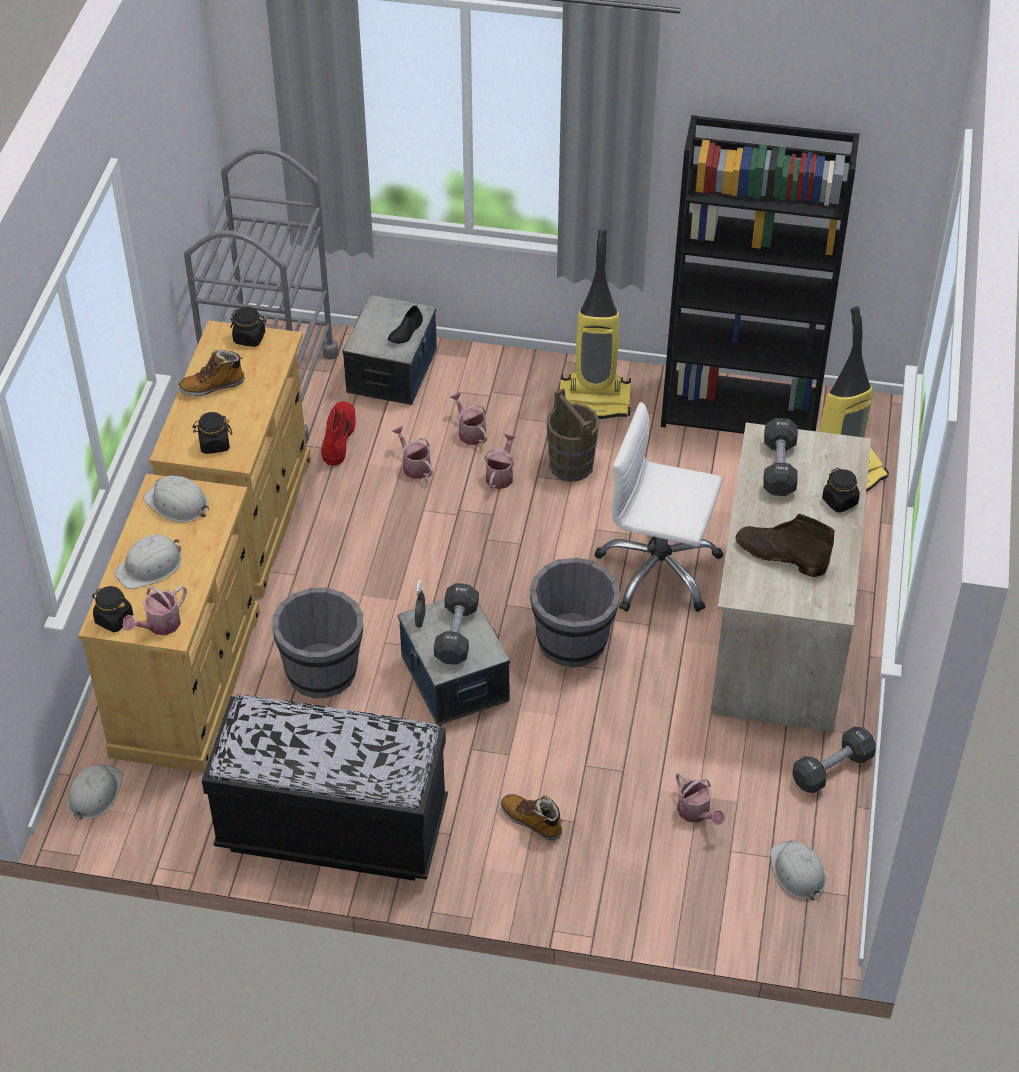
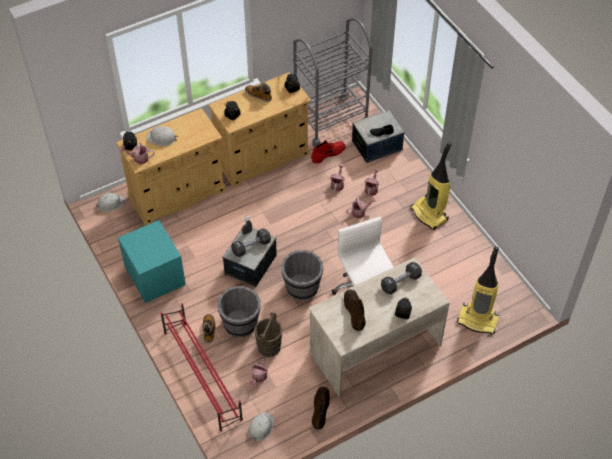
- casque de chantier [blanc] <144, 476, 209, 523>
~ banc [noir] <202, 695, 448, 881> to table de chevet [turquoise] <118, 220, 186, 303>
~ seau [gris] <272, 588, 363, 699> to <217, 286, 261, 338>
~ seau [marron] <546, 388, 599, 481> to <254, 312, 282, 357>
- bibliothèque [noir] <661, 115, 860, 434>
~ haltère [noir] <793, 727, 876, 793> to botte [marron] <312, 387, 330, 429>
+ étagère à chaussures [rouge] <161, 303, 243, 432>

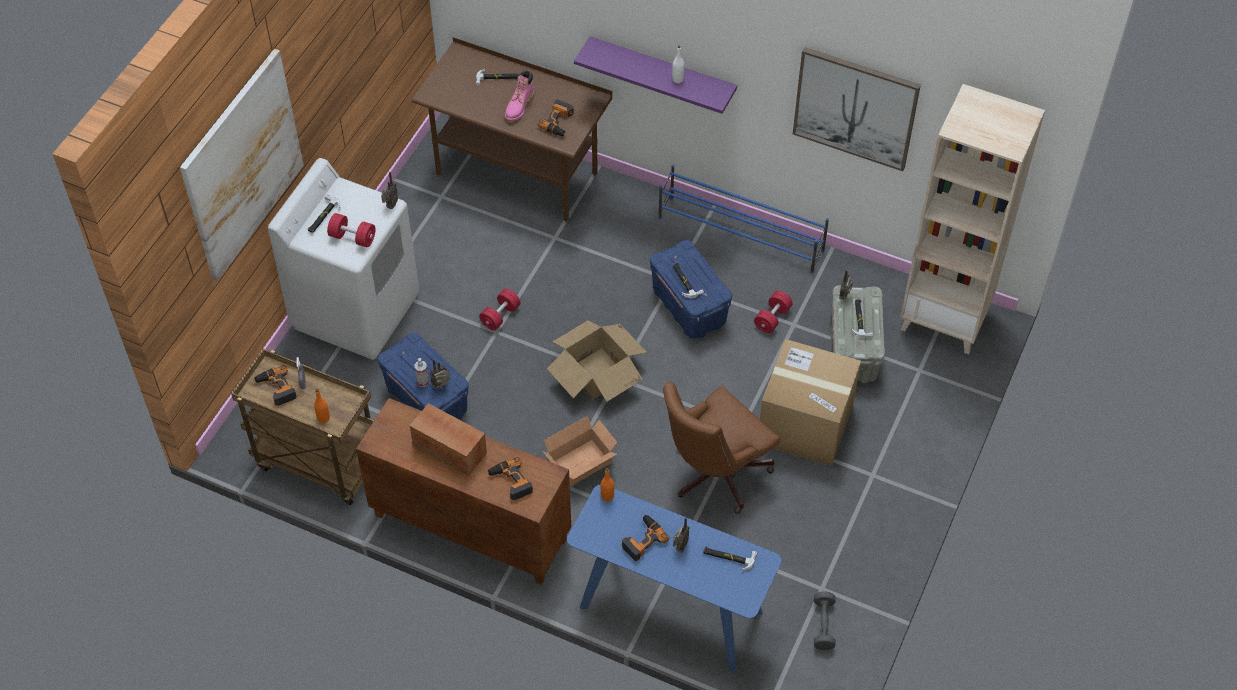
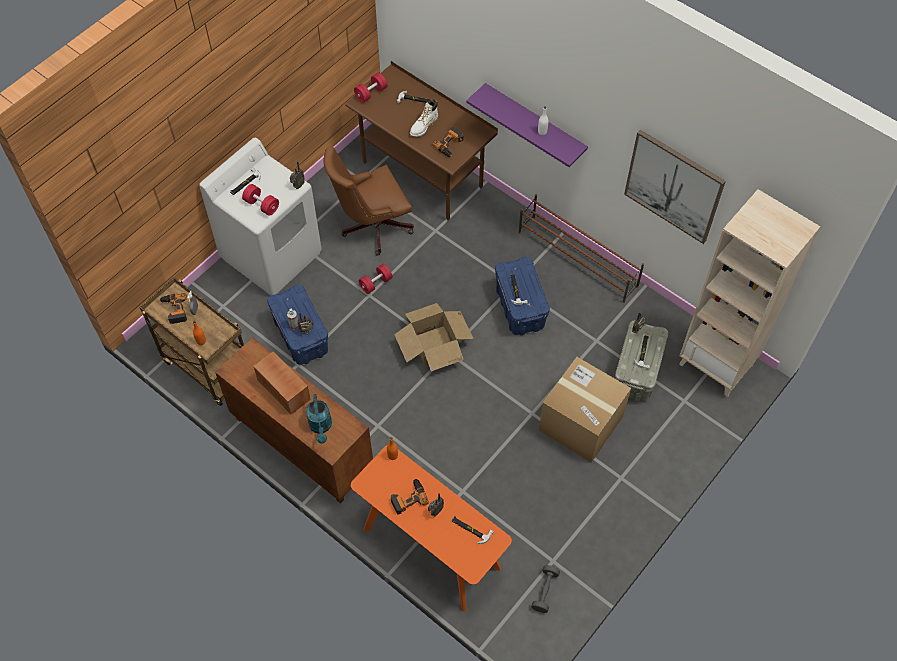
- tableau <180, 49, 304, 281>
~ perceuse <487, 457, 533, 500> to arrosoir [turquoise] <306, 394, 332, 444>
~ botte [rose] <505, 70, 534, 121> to botte [blanc] <410, 99, 438, 137>
- carton <543, 416, 617, 487>
~ table console [bleu] <567, 484, 781, 673> to table console [orange] <351, 445, 512, 612>
~ étagère à chaussures [bleu] <658, 164, 829, 274> to étagère à chaussures [marron] <518, 194, 644, 303>
~ chaise de bureau [marron] <663, 382, 779, 514> to <324, 146, 414, 256>
~ haltère [rouge] <754, 291, 793, 333> to <354, 73, 388, 103>

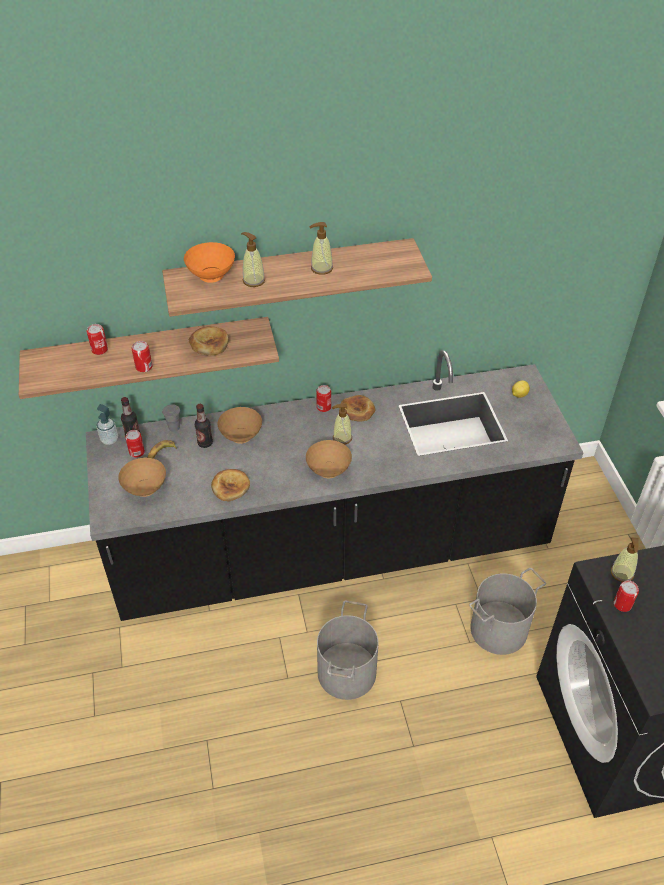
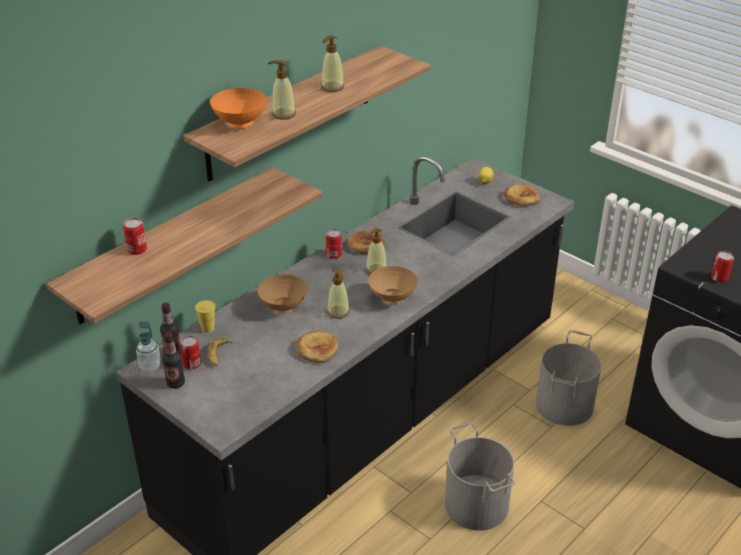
- bol [marron] <118, 457, 166, 497>
- boîte métallique <131, 341, 153, 372>
~ tasse [gris] <162, 404, 180, 432> to tasse [jaune] <195, 300, 216, 333>
~ pain <189, 326, 229, 356> to <504, 184, 540, 206>
~ bouteille <195, 404, 213, 448> to <162, 332, 185, 388>
~ distributeur de savon <611, 537, 639, 582> to <327, 269, 349, 319>

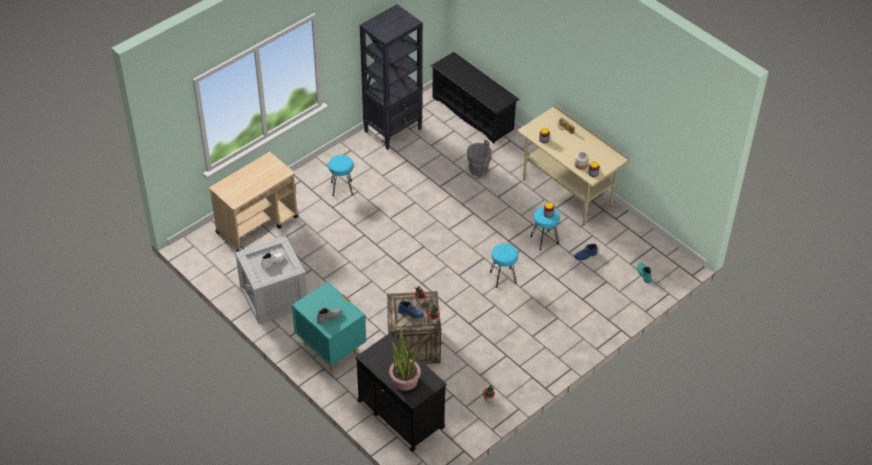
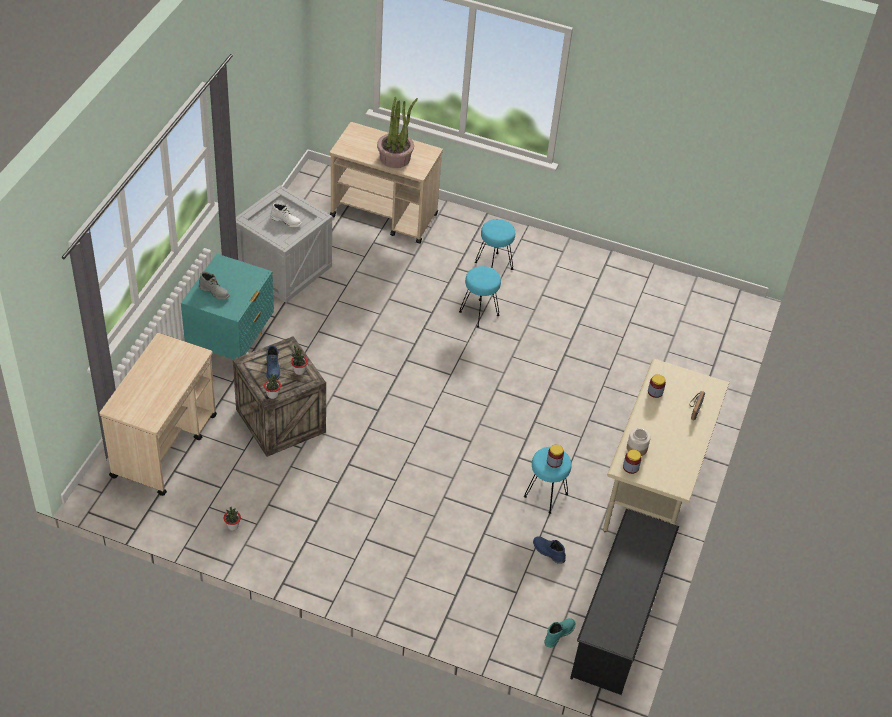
~ chariot [noir] <356, 333, 446, 452> to chariot [beige] <99, 333, 217, 496>
- bibliothèque [noir] <360, 4, 423, 150>
~ plante en pot <389, 329, 421, 391> to <377, 97, 418, 168>
~ étagère à chaussures [noir] <431, 52, 520, 143> to <570, 509, 679, 695>
- seau [gris] <467, 140, 492, 176>
~ tabouret [turquoise] <490, 243, 518, 288> to <459, 266, 501, 328>

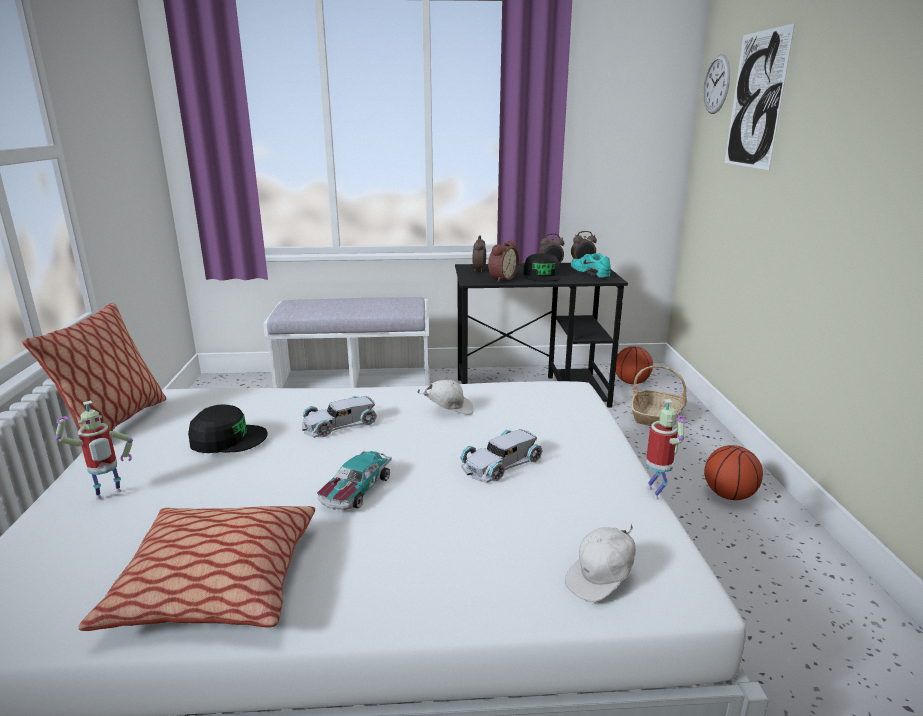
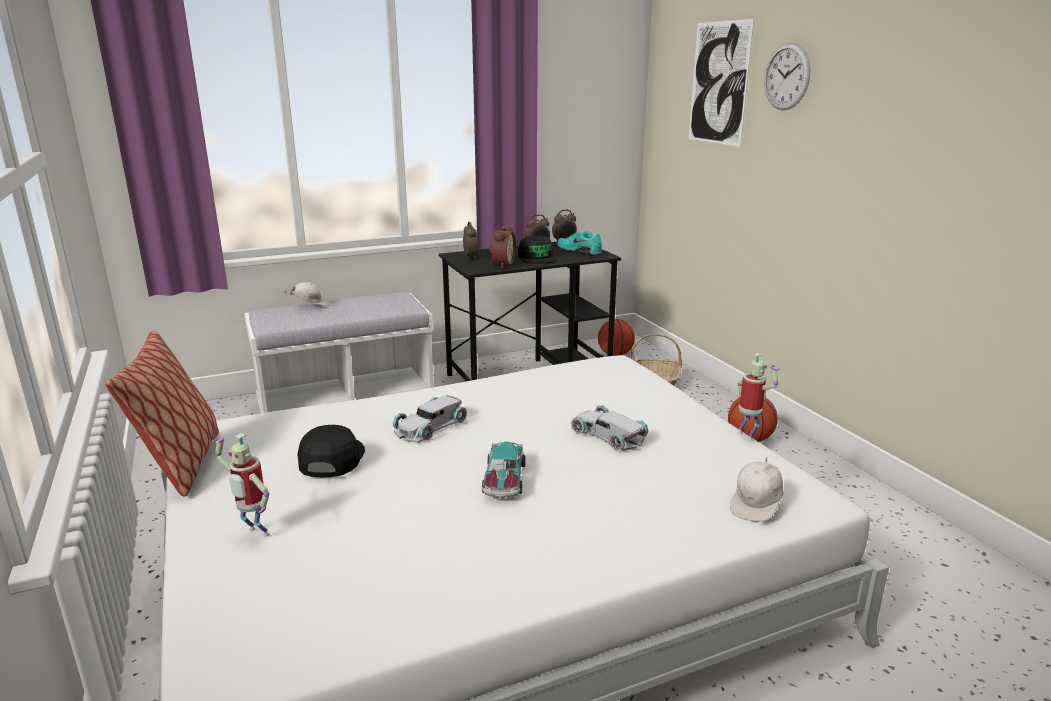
~ robot jouet <55, 401, 133, 500> = <212, 433, 270, 537> 90 degrees clockwise
- coussin <78, 506, 315, 631>
~ casquette [noir] <188, 404, 268, 453> = <297, 425, 365, 477> 60 degrees counterclockwise
~ casquette [blanc] <417, 380, 474, 415> to <284, 282, 330, 306>
~ petite voiture [blanc] <461, 429, 542, 483> = <571, 406, 649, 451> 105 degrees clockwise
~ horloge murale <703, 54, 730, 114> to <764, 43, 810, 110>

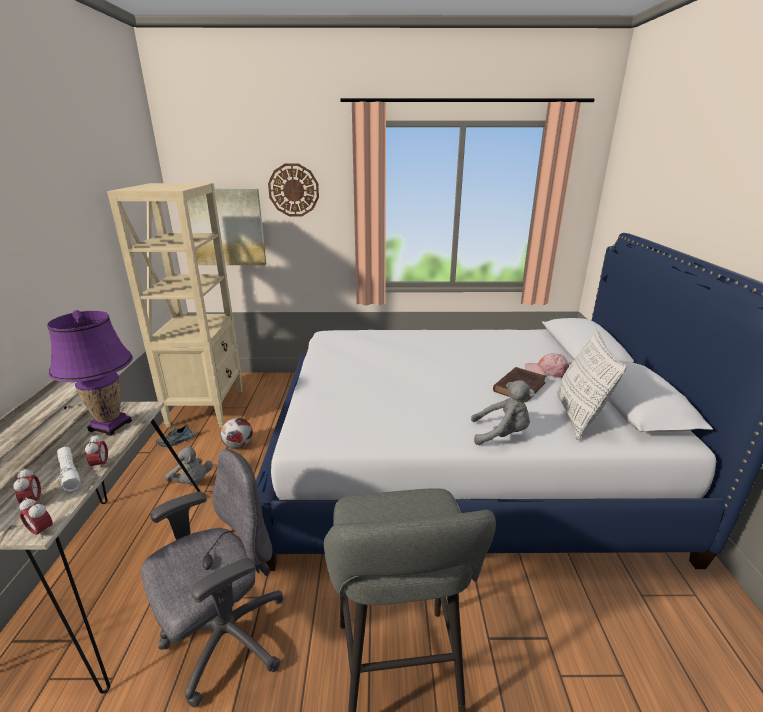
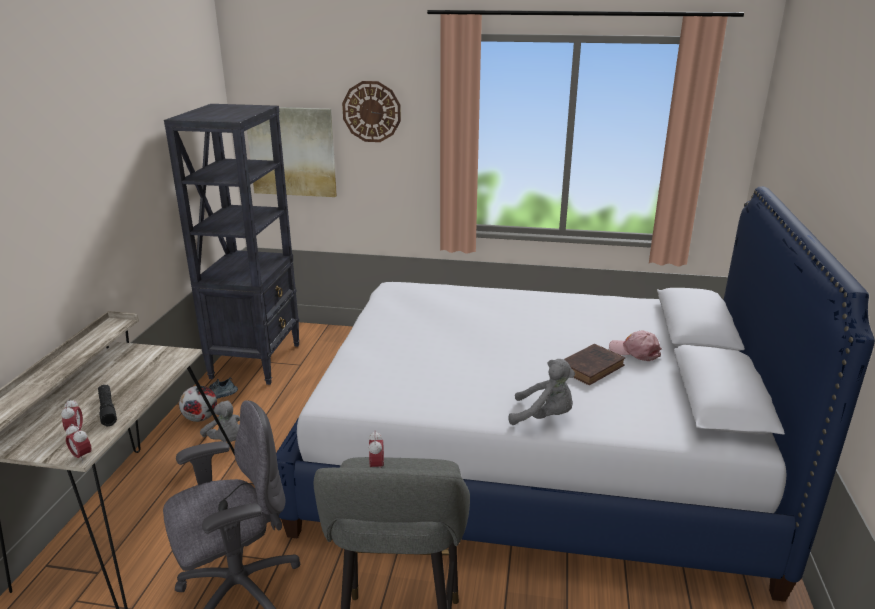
- lampe de table [violet] <47, 310, 133, 436>
~ lampe de poche [blanc] <57, 446, 81, 492> to lampe de poche [noir] <98, 385, 117, 426>
~ réveil <85, 434, 108, 470> to <369, 431, 384, 468>
~ bibliothèque [beige] <107, 183, 243, 427> to bibliothèque [noir] <164, 104, 300, 385>
~ ballon de foot <221, 418, 253, 449> to <179, 386, 217, 422>
- coussin <555, 329, 627, 440>

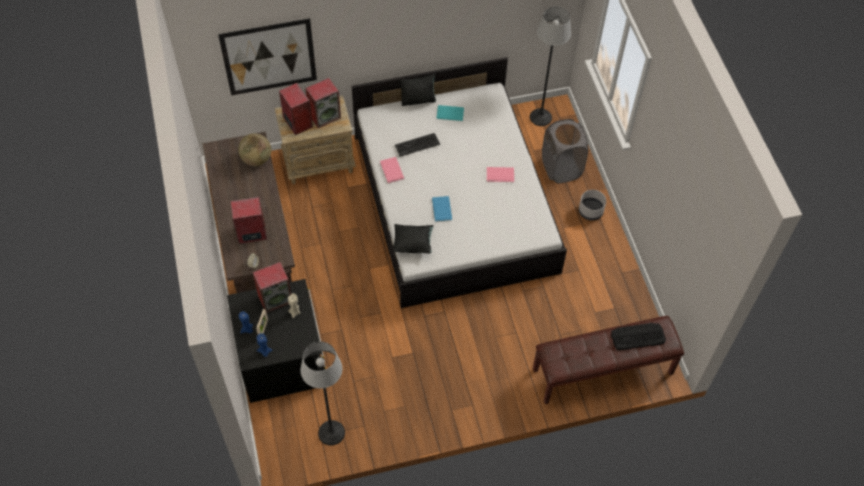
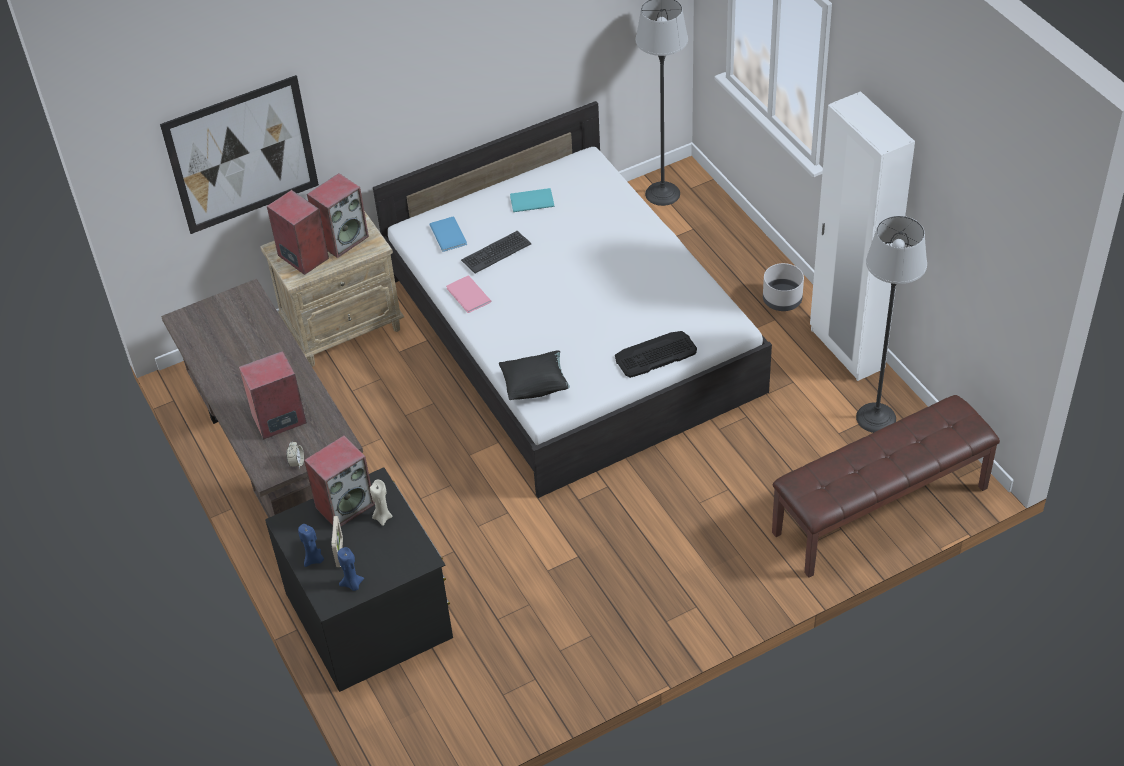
- globe <238, 134, 271, 166>
~ lampadaire <301, 342, 345, 445> to <856, 216, 927, 433>
- coussin [noir] <400, 74, 436, 106>
~ livre [bleu] <432, 196, 452, 222> to <429, 216, 467, 252>
- livre [rose] <487, 167, 514, 182>
- panier à linge [gris] <542, 119, 588, 184>
~ clavier <611, 323, 666, 350> to <615, 331, 697, 378>
+ armoire [blanc] <810, 91, 915, 381>

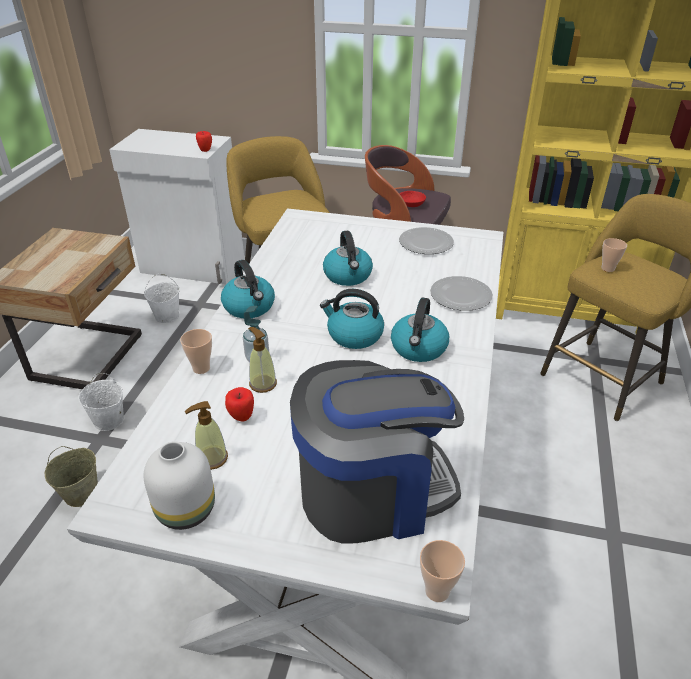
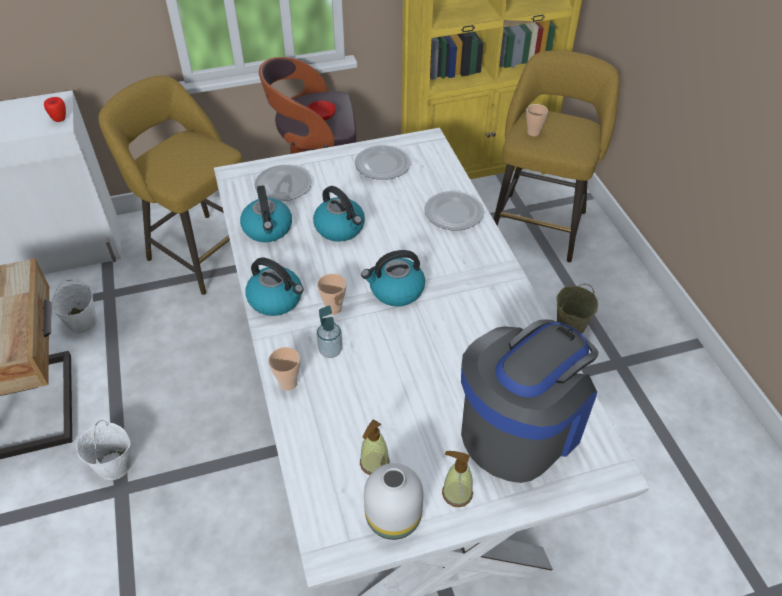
~ seau [beige] <45, 446, 98, 507> to <556, 284, 598, 334>
- pomme <225, 387, 254, 421>
~ distributeur de savon <248, 327, 277, 393> to <442, 451, 473, 507>
~ bouilloire <391, 298, 449, 362> to <240, 185, 292, 242>
~ tasse <420, 540, 465, 602> to <317, 274, 346, 315>
+ assiette <254, 165, 312, 201>

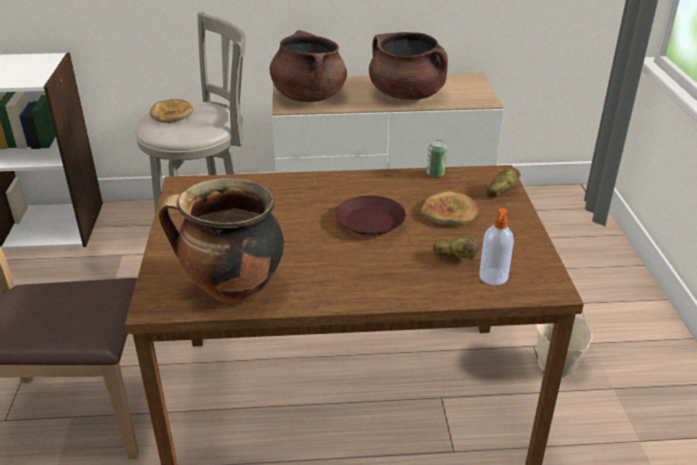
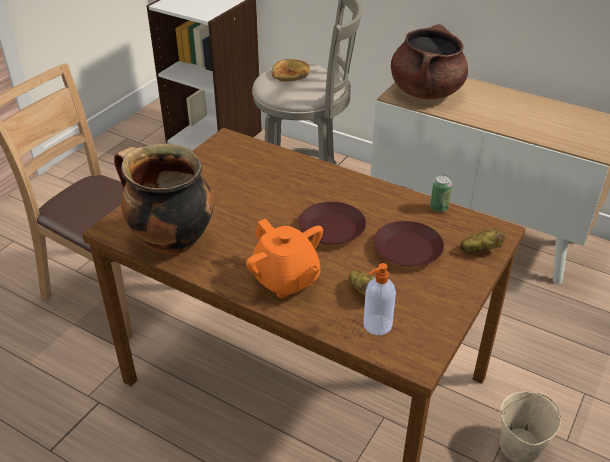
- marmite [marron] <369, 32, 448, 100>
~ pain <421, 191, 479, 226> to assiette [marron] <374, 221, 444, 266>
+ théière [orange] <246, 219, 323, 299>

